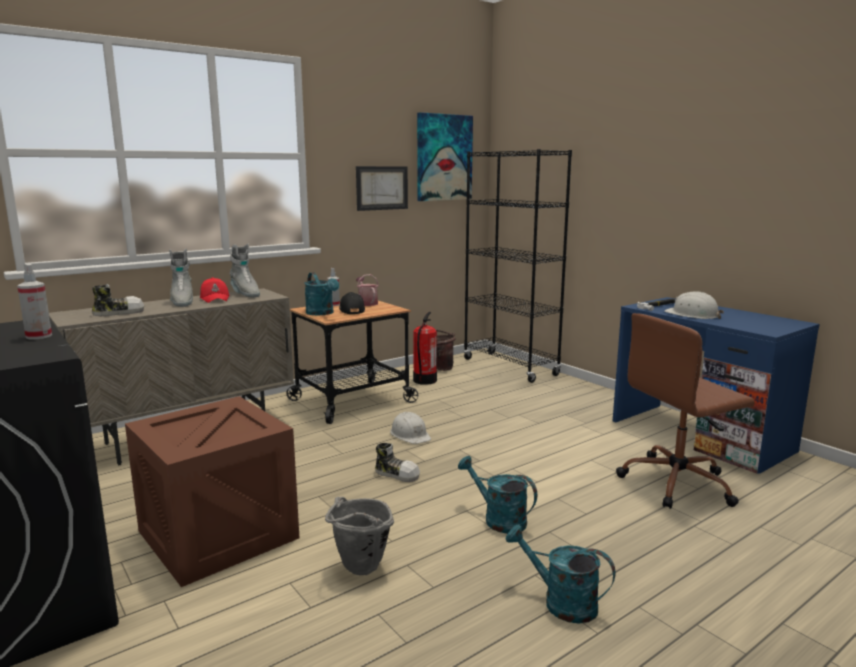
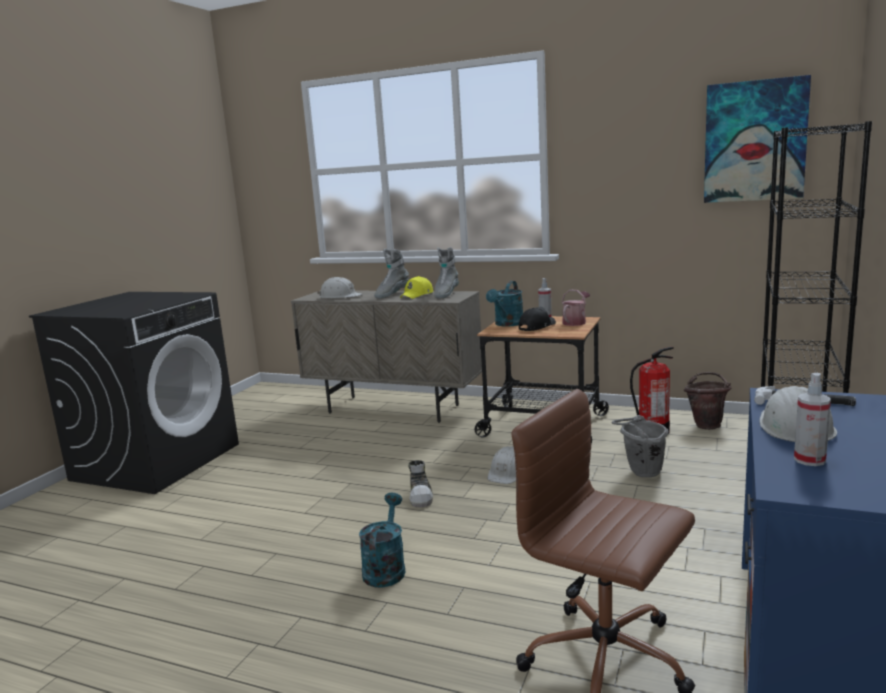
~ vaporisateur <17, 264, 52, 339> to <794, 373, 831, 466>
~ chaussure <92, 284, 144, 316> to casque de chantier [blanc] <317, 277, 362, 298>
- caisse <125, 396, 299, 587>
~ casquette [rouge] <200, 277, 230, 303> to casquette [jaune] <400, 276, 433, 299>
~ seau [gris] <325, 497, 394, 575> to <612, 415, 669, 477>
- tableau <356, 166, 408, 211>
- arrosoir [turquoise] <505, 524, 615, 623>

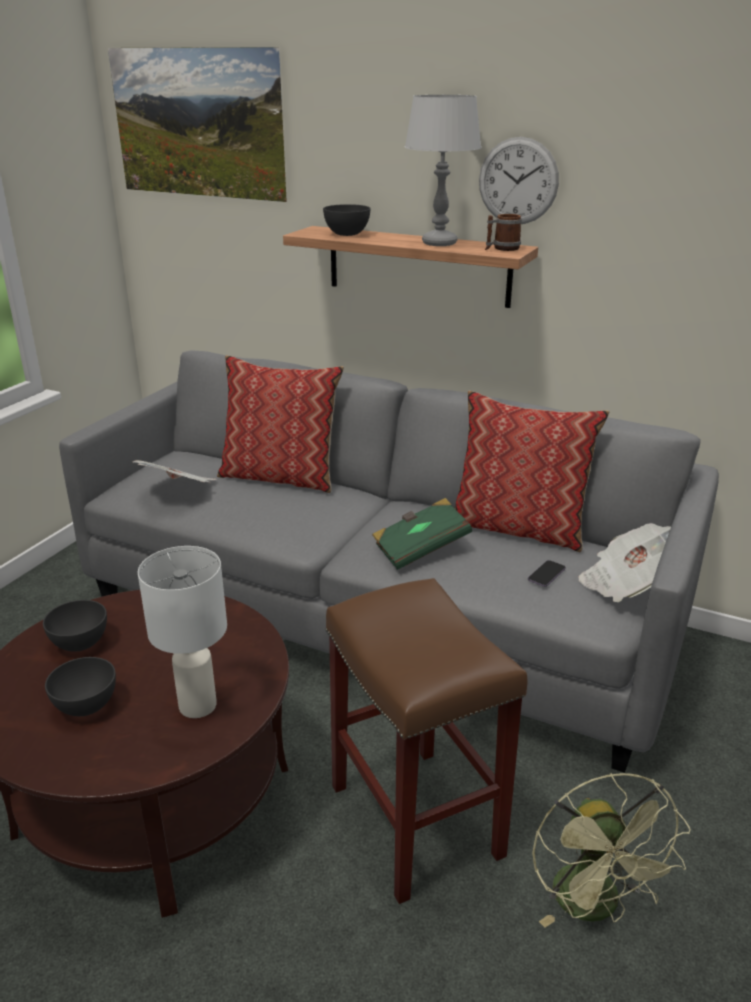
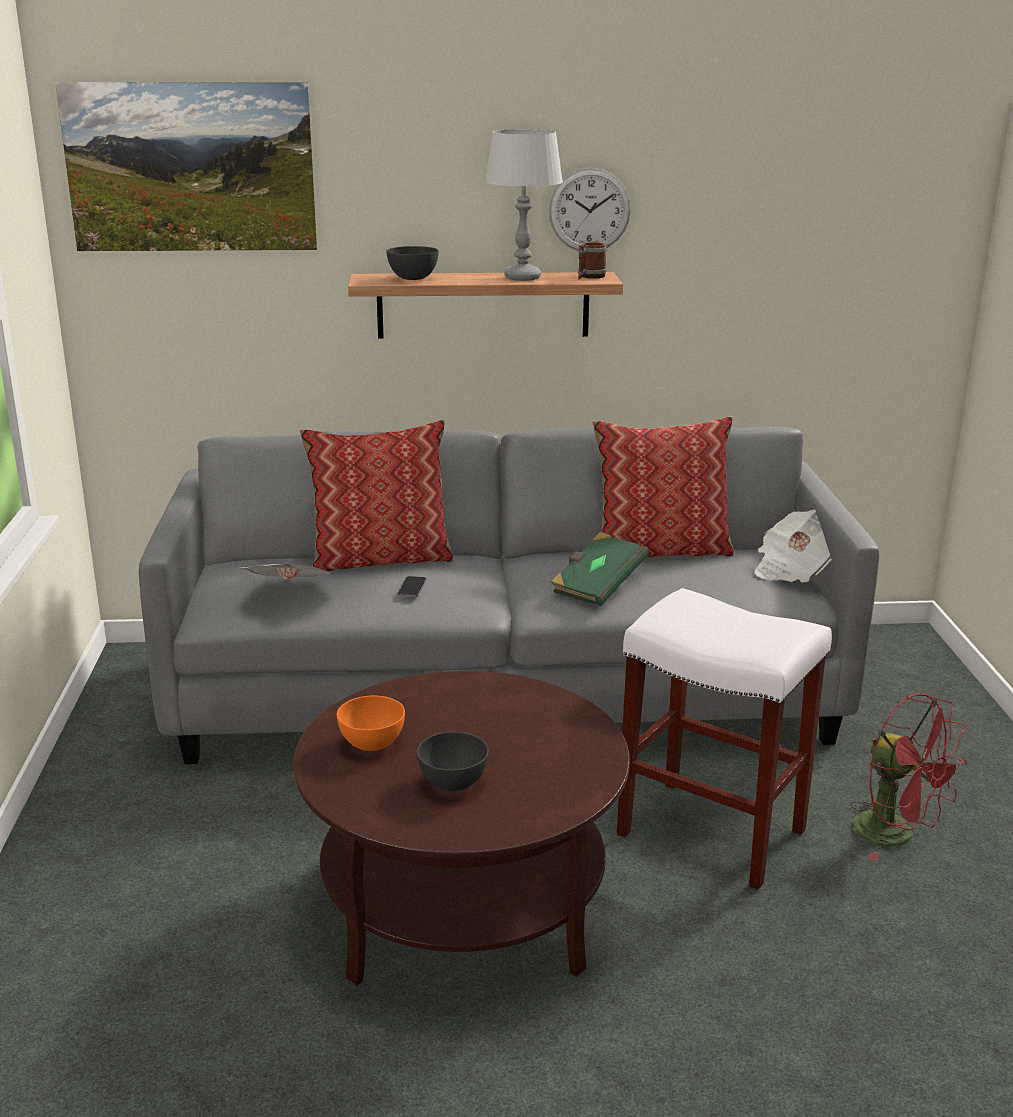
~ bol [gris] <43, 600, 107, 652> to bol [orange] <337, 695, 405, 751>
- lampe de table [blanc] <138, 546, 227, 718>
~ tabouret [marron] <325, 578, 528, 904> to tabouret [blanc] <617, 588, 832, 890>
~ téléphone <528, 560, 566, 587> to <398, 576, 427, 597>
~ ventilateur [vert] <532, 773, 691, 928> to ventilateur [rouge] <850, 693, 967, 861>

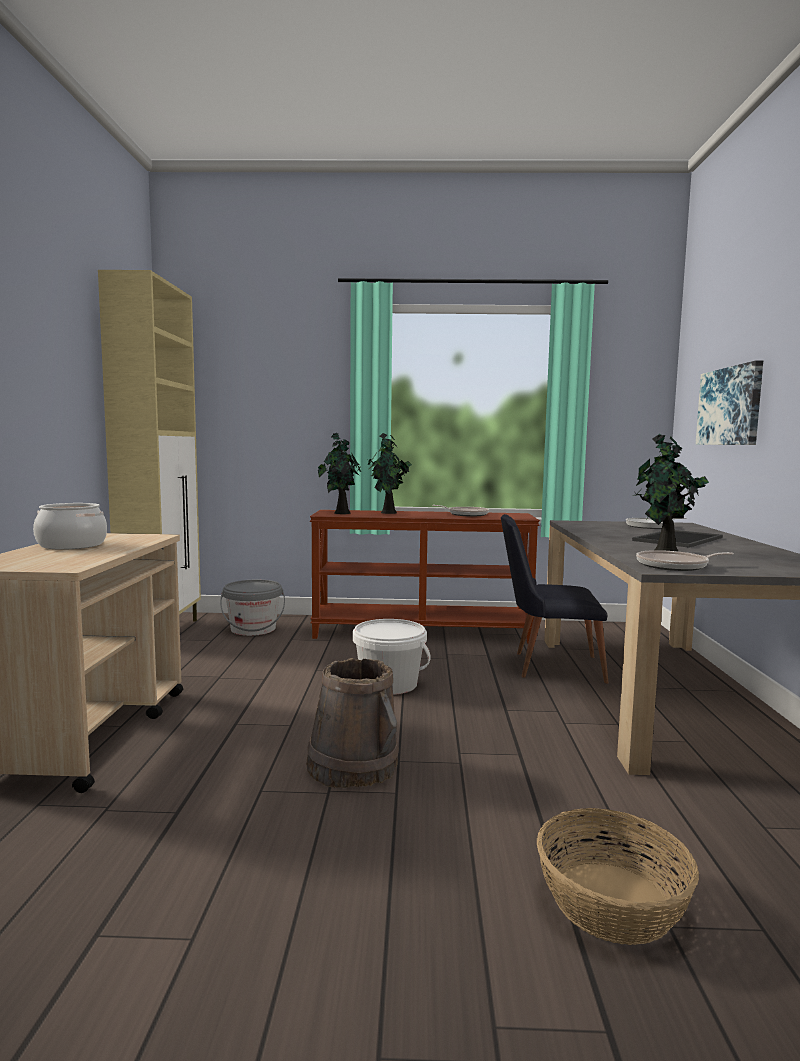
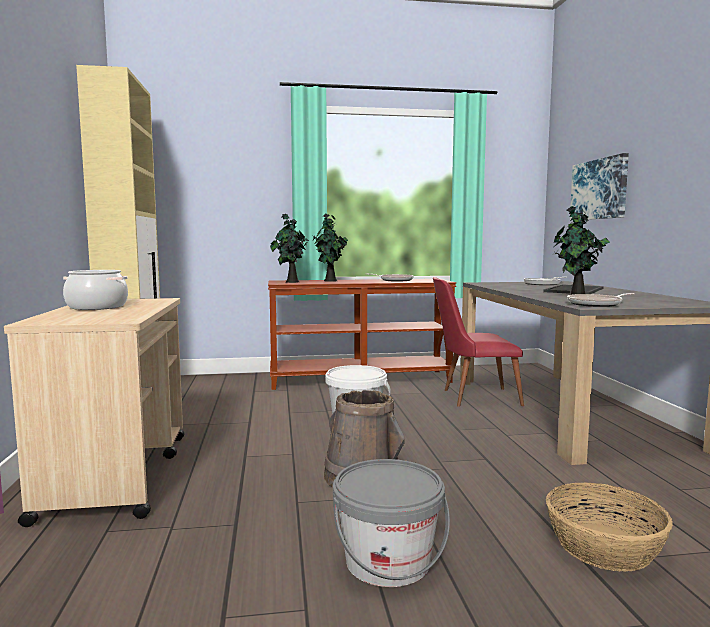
~ seau [gris] <220, 580, 285, 636> to <333, 459, 450, 587>
~ chaise [noir] <501, 514, 609, 683> to chaise [rouge] <433, 277, 524, 407>

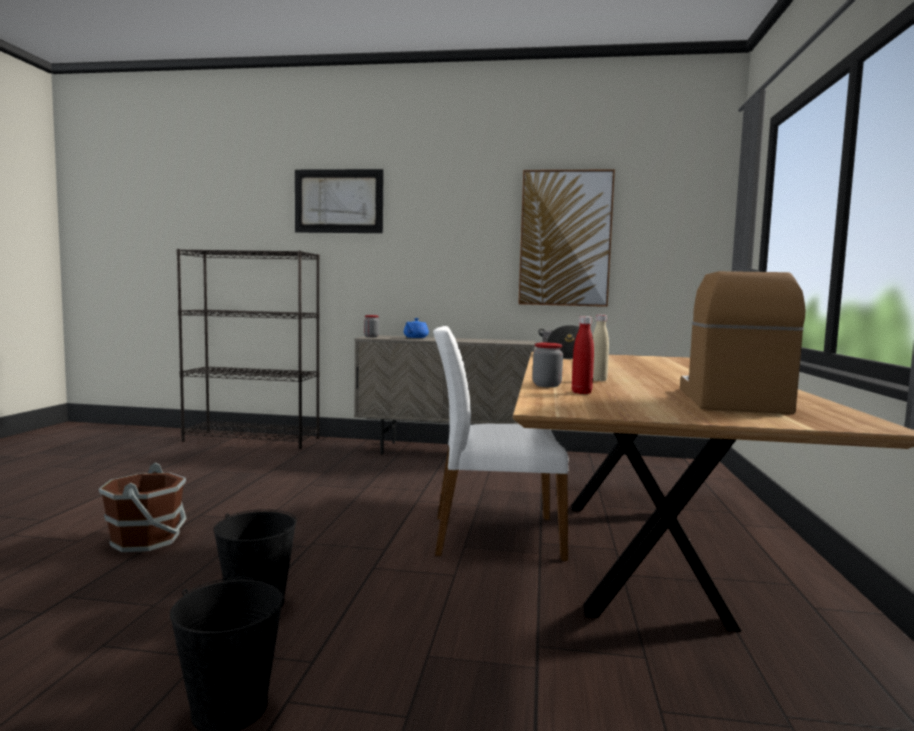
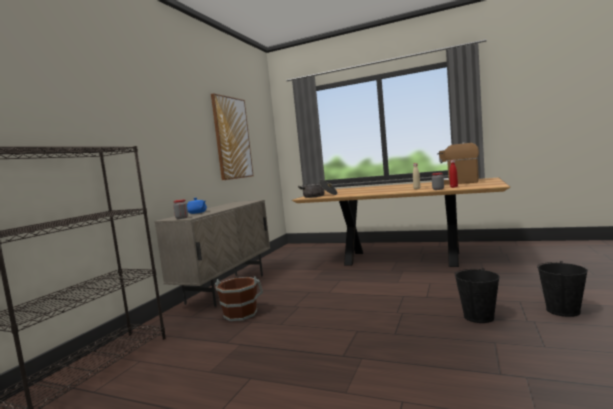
~ seau [marron] <99, 463, 187, 552> to <215, 276, 263, 321>
- tableau <295, 169, 384, 233>
- chaise [blanc] <433, 326, 568, 561>

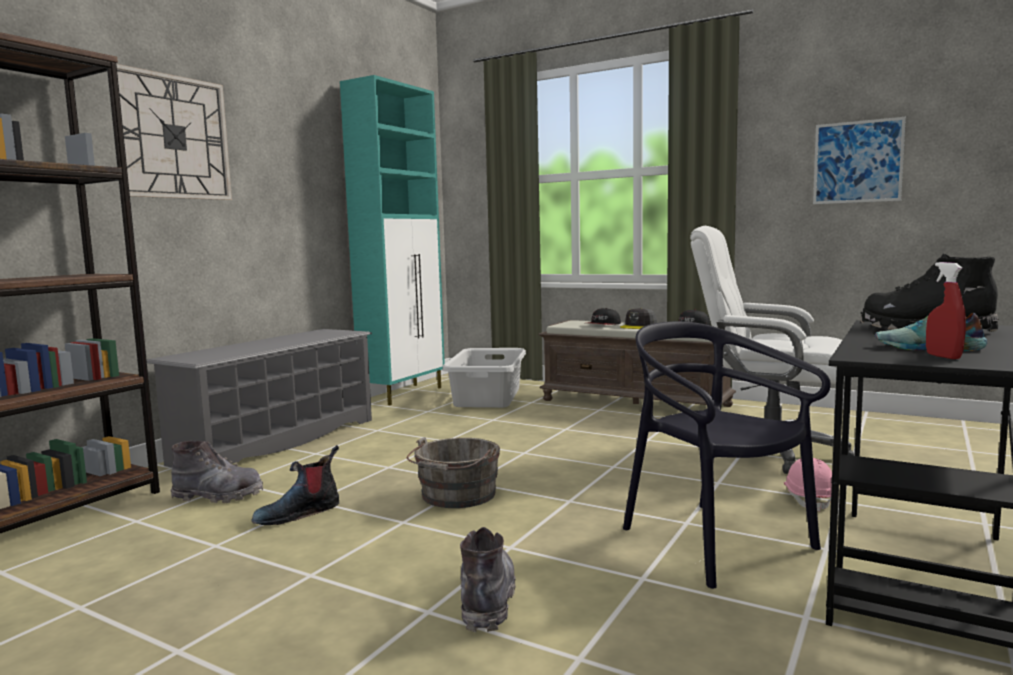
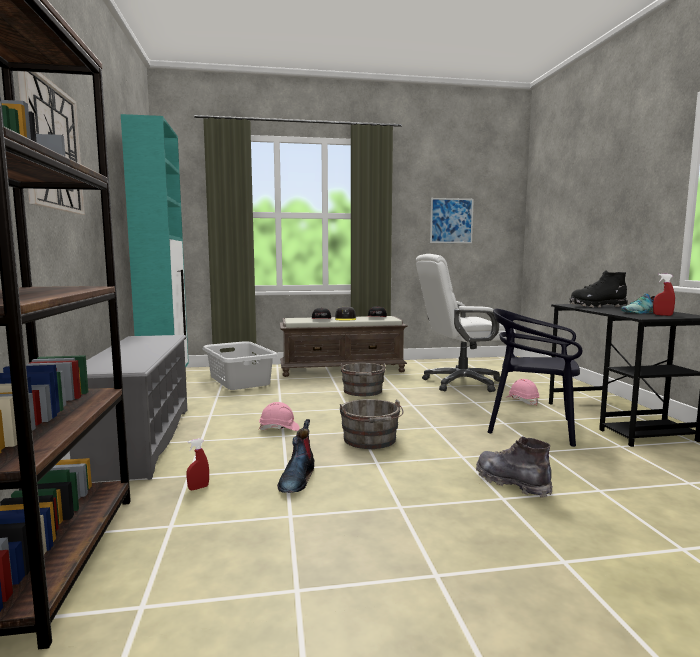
~ botte [gris] <170, 441, 263, 503> to vaporisateur [rouge] <186, 438, 209, 491>
+ casque de chantier [rose] <259, 402, 300, 431>
+ seau [gris] <340, 363, 386, 396>

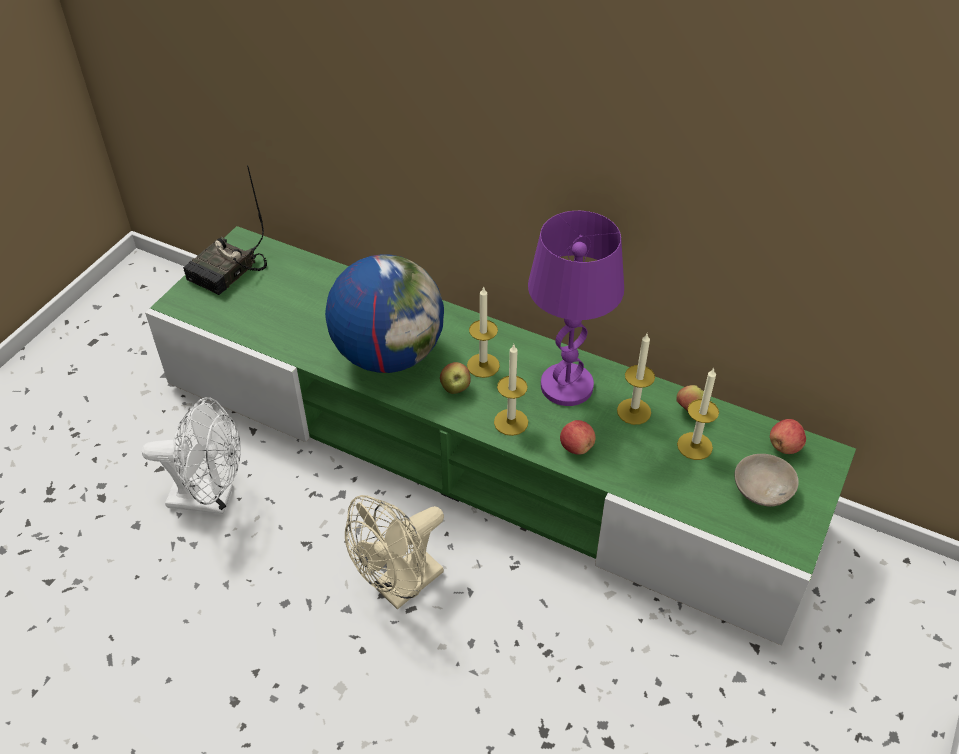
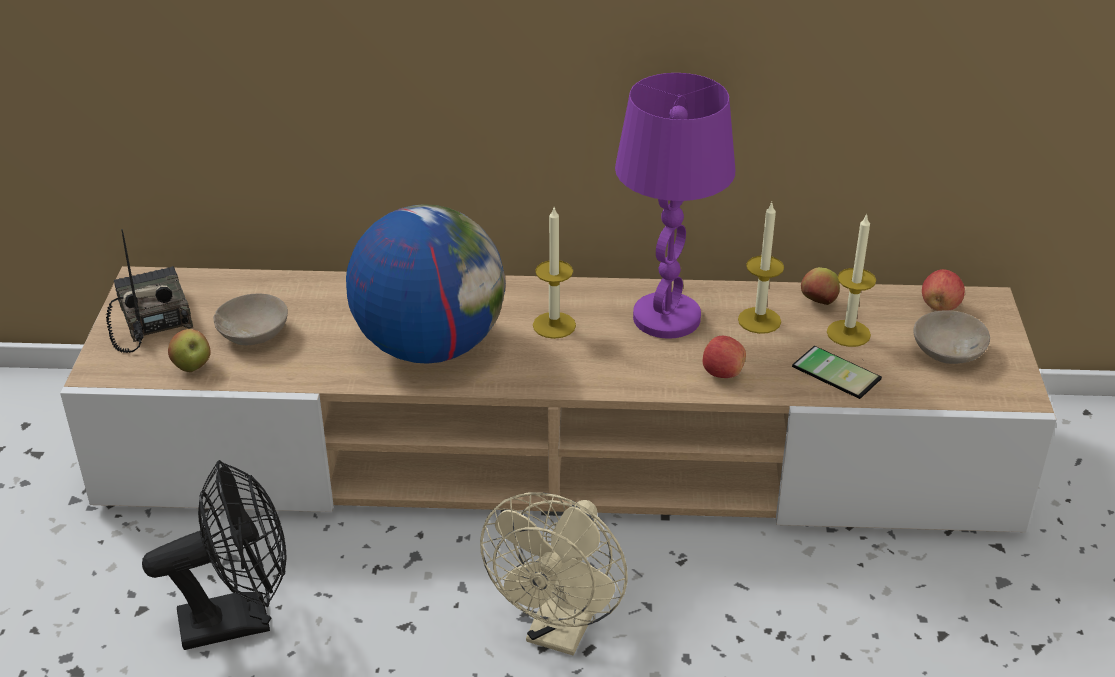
~ ventilateur [blanc] <142, 397, 240, 514> to ventilateur [noir] <142, 460, 287, 650>
~ meuble télé [vert] <145, 226, 856, 646> to meuble télé [beige] <60, 266, 1057, 532>
~ radio <183, 165, 267, 295> = <106, 229, 193, 353> 150 degrees clockwise
~ pomme <440, 362, 471, 394> to <168, 329, 211, 372>
- bougie <494, 344, 528, 436>
+ bol [beige] <213, 294, 288, 345>
+ téléphone <792, 346, 882, 399>

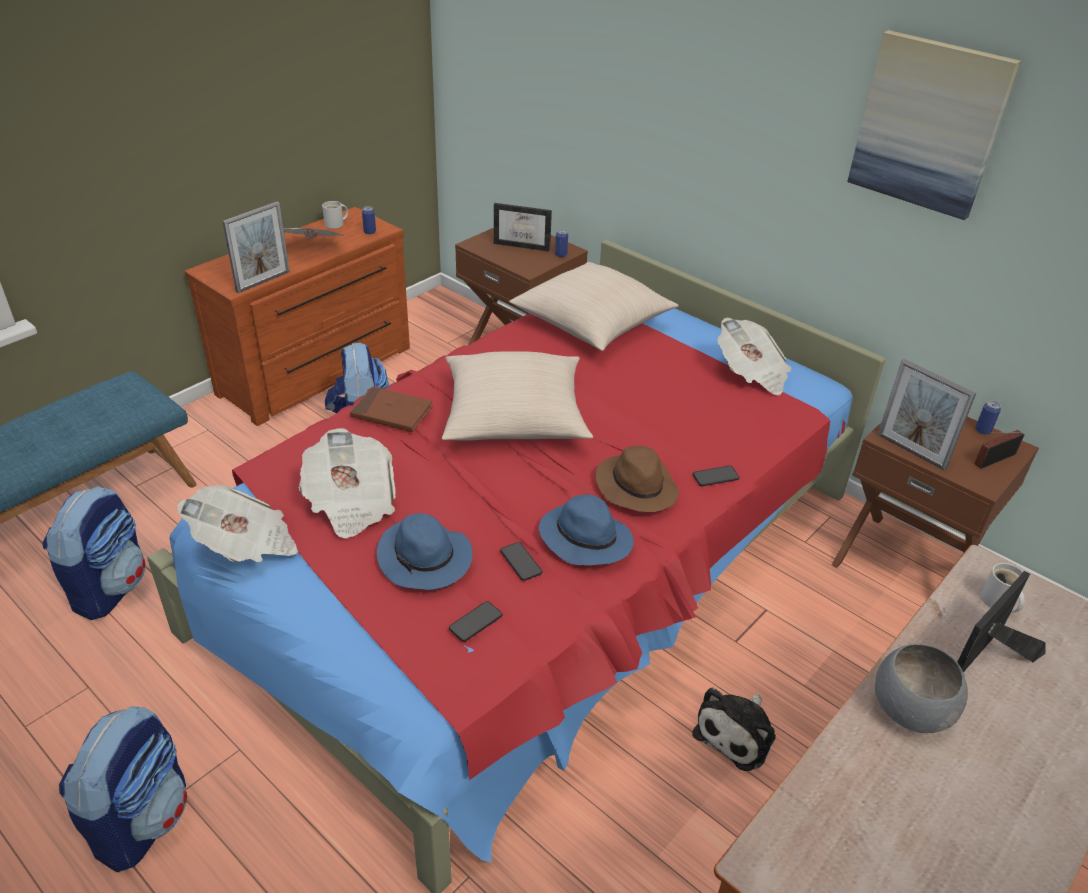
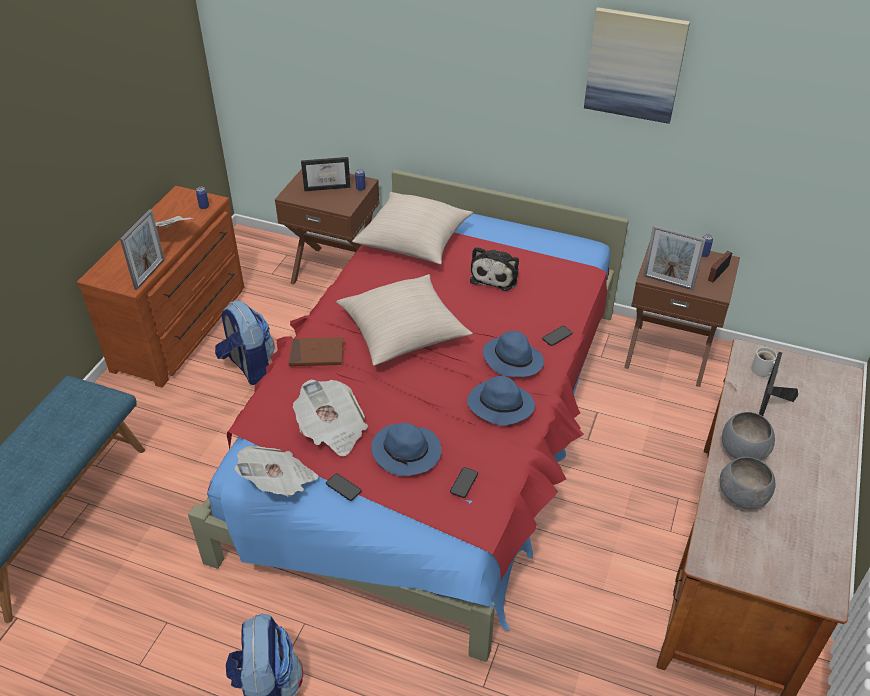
- sac à dos <43, 486, 146, 620>
- mug [blanc] <322, 201, 348, 229>
~ téléphone <500, 542, 542, 581> to <326, 473, 362, 501>
~ chapeau [marron] <596, 446, 679, 512> to chapeau [bleu] <483, 331, 544, 377>
~ peluche <692, 688, 776, 771> to <470, 247, 519, 291>
- journal <717, 317, 792, 395>
+ bol [gris] <720, 457, 775, 509>

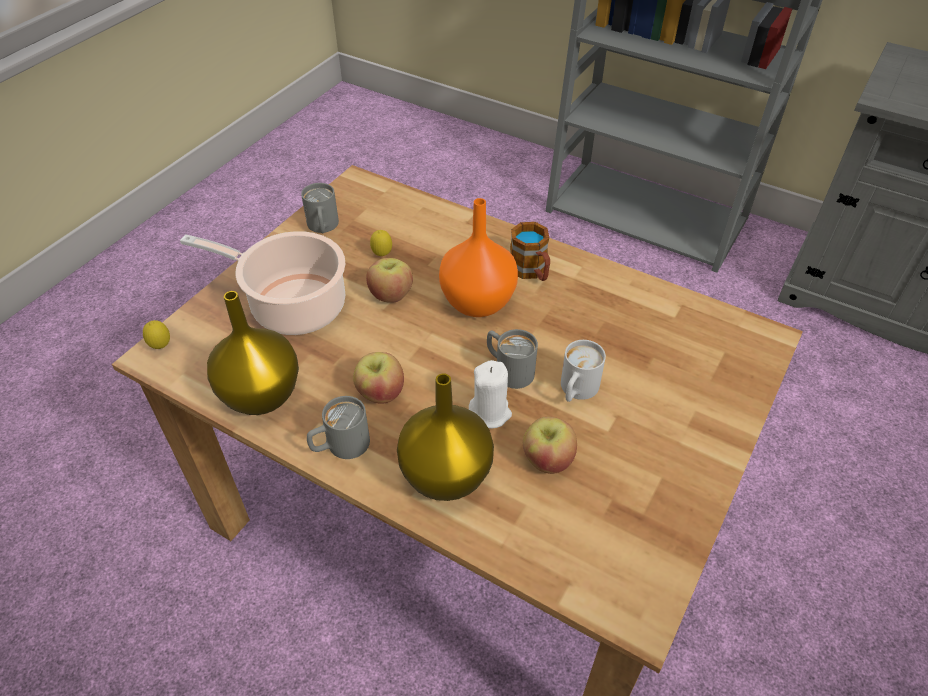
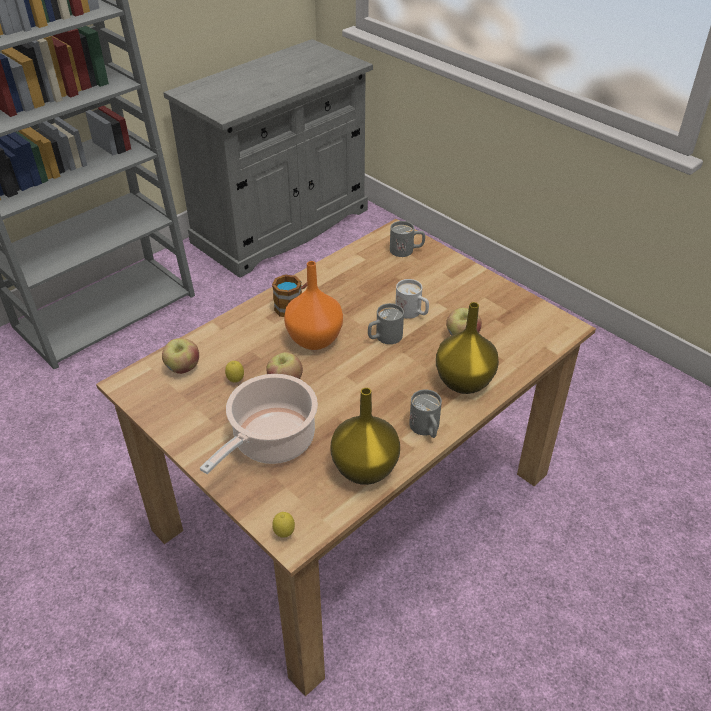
~ mug [gris] <301, 183, 339, 233> to <390, 221, 425, 257>
~ pomme <353, 352, 404, 403> to <162, 338, 199, 374>
- bougie [blanc] <469, 360, 512, 428>

